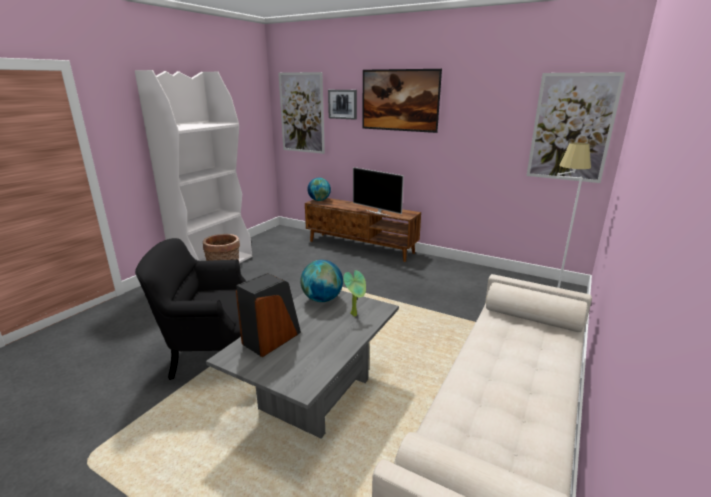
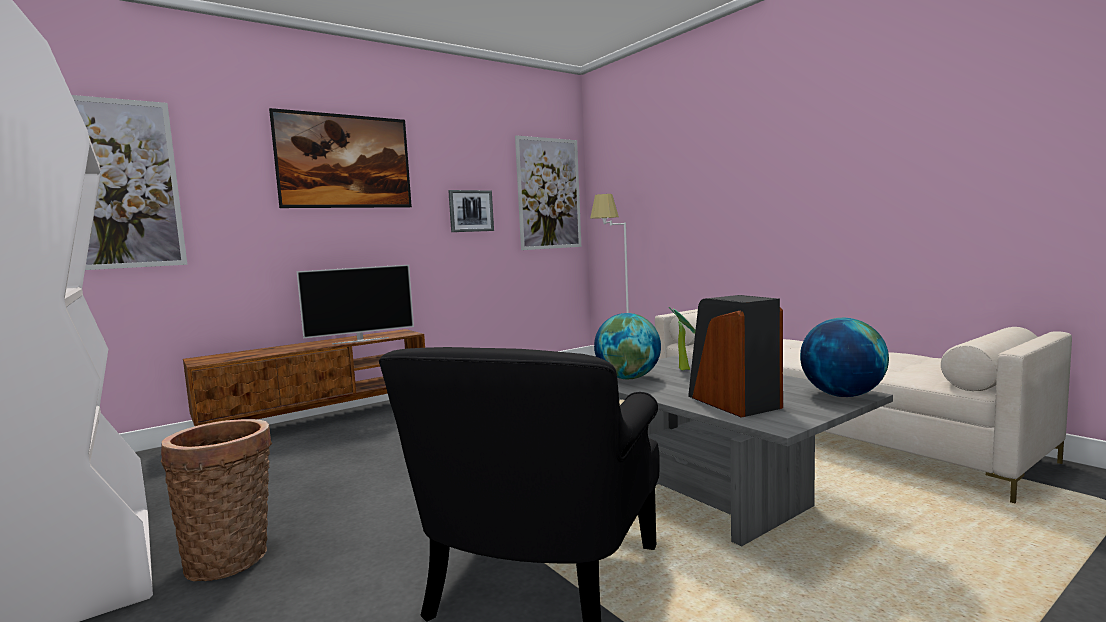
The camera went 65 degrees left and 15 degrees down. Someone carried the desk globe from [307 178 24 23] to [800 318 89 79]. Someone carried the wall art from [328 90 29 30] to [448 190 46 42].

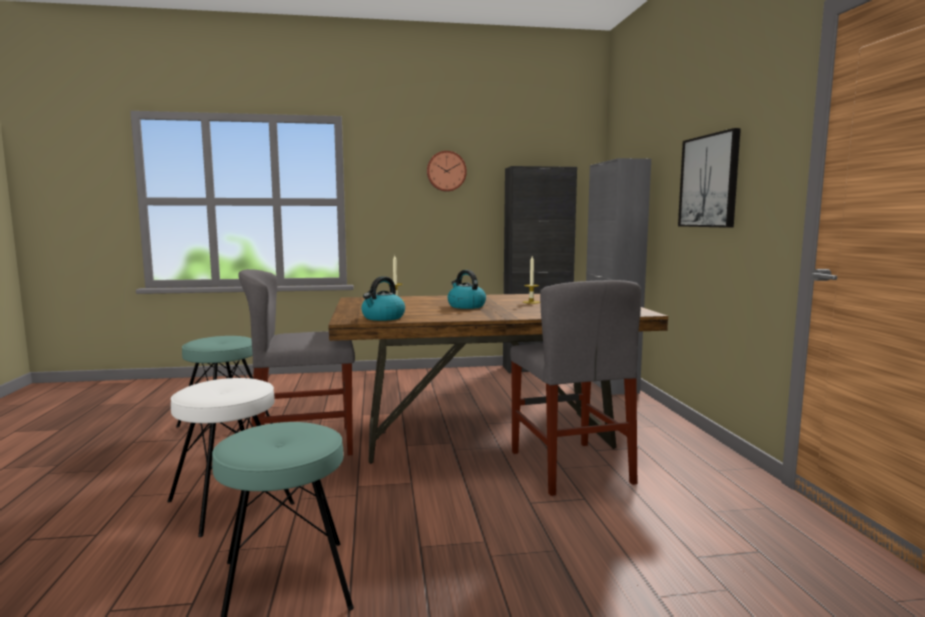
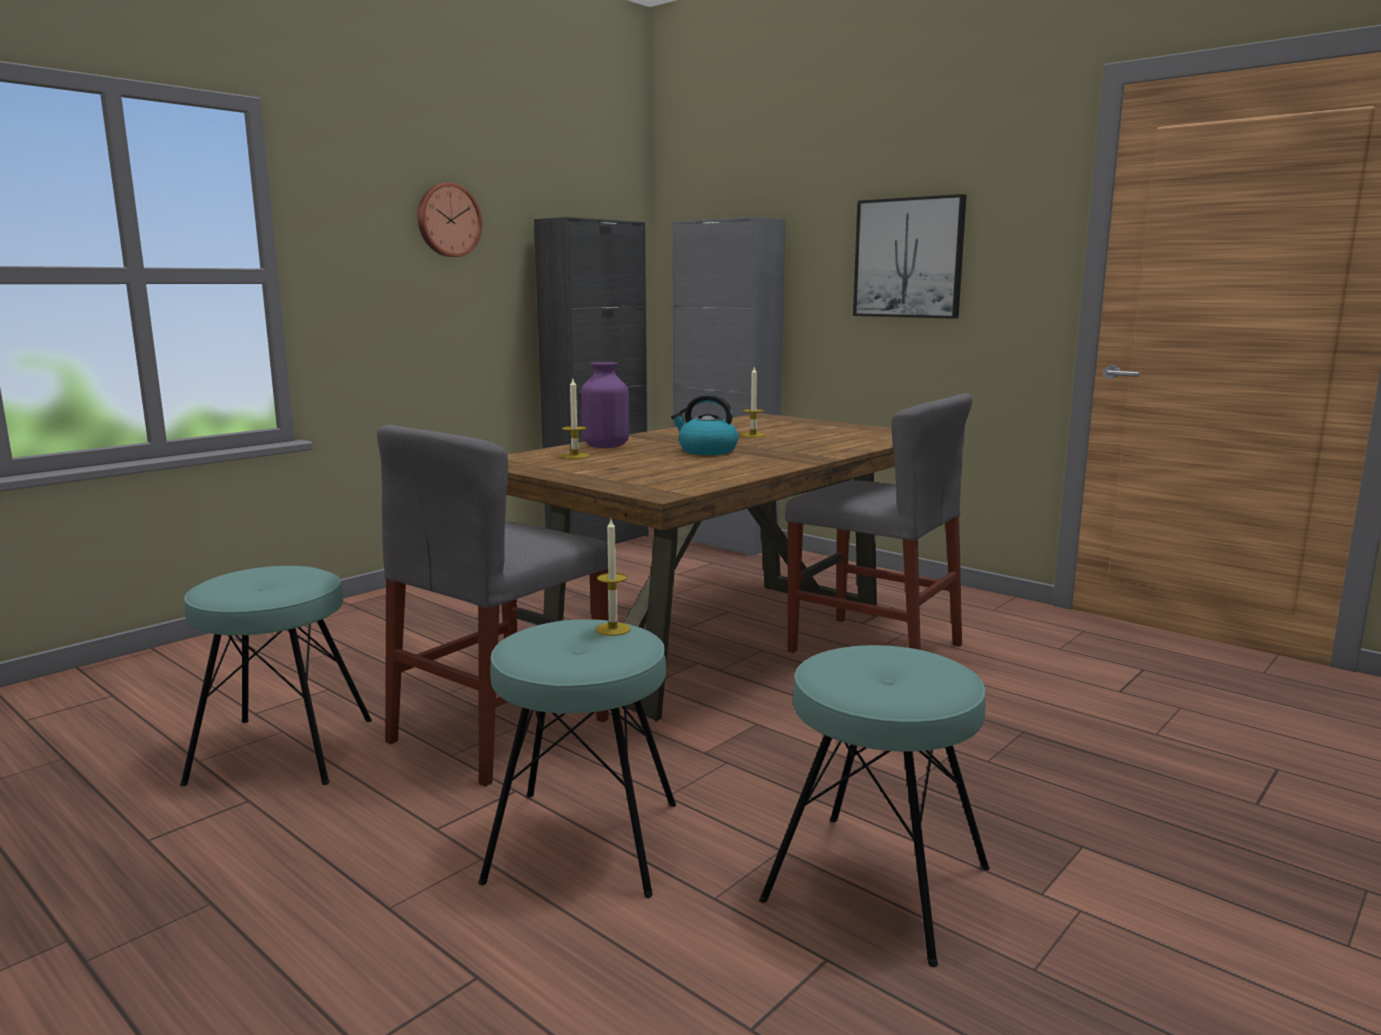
The camera went 40 degrees left and 5 degrees up. Someone took away the water kettle at [361 276 44 45]. Someone put down the decorative vase/purple at [581 362 48 86]. Someone put down the candle at [595 519 36 117]. Someone repainted the stool/white at [167 378 127 159], which became the stool/turquoise at [478 619 198 279].

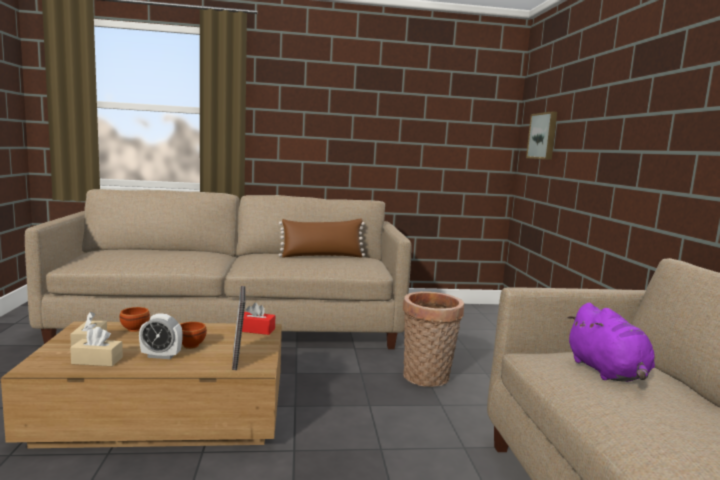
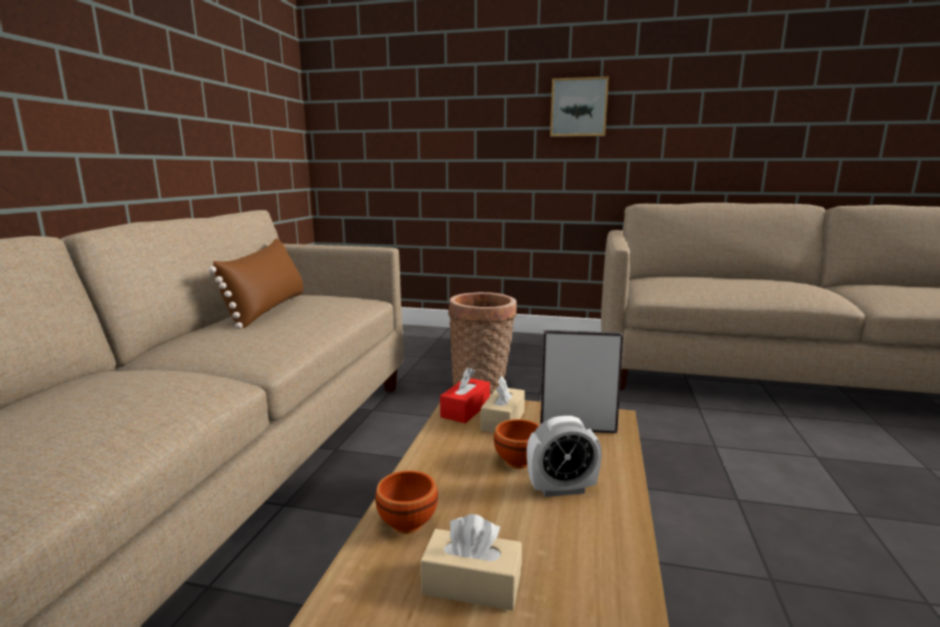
The camera went 70 degrees left and 5 degrees up. Someone took away the plush toy/purple at [567 303 88 79]. Someone carried the tissue holder/sand-coloured from [70 327 53 39] to [481 376 44 57]. Someone carried the wall art from [526 111 31 49] to [550 76 59 61]. Someone rotated the bedside clock at [139 314 44 45] by 60 degrees clockwise.

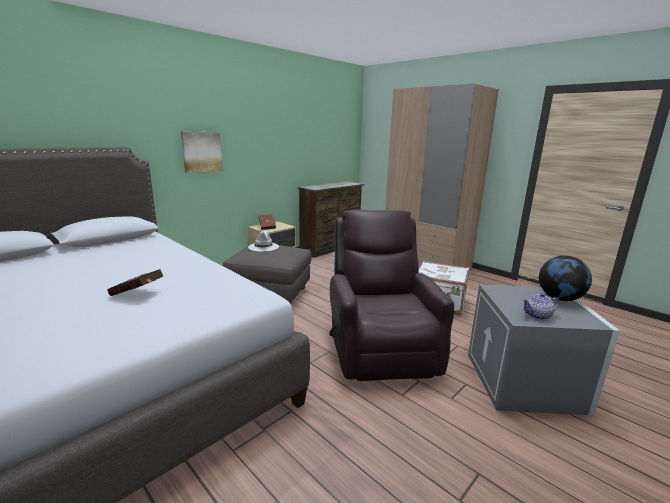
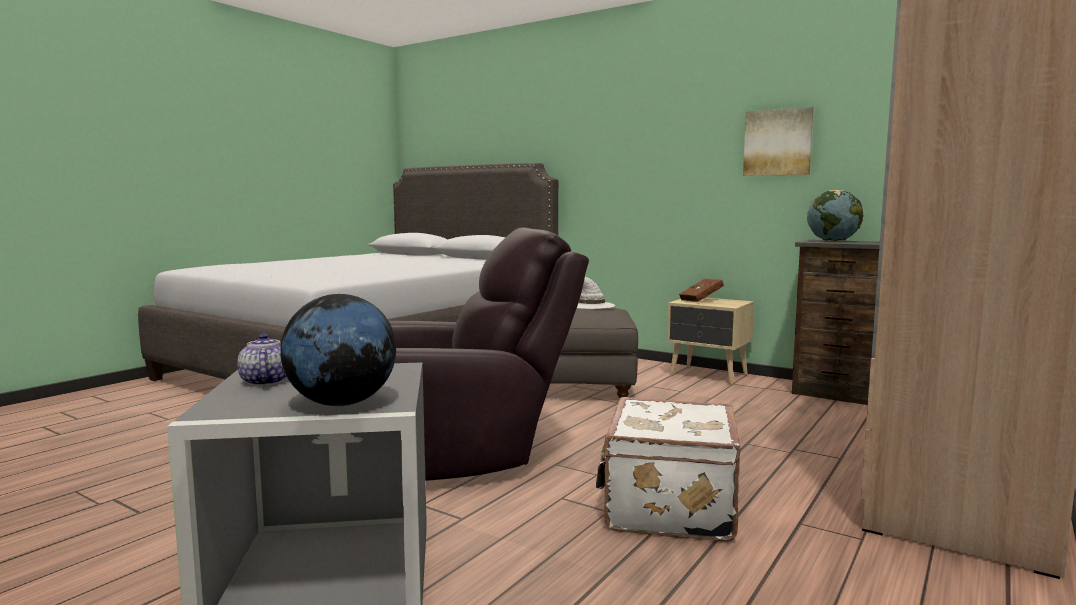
The camera went 80 degrees right and 10 degrees down. Someone took away the book/red-coloured at [107 269 56 27]. Someone put down the desk globe at [807 190 56 52]. Someone carried the wall art from [181 132 42 41] to [743 107 71 69].

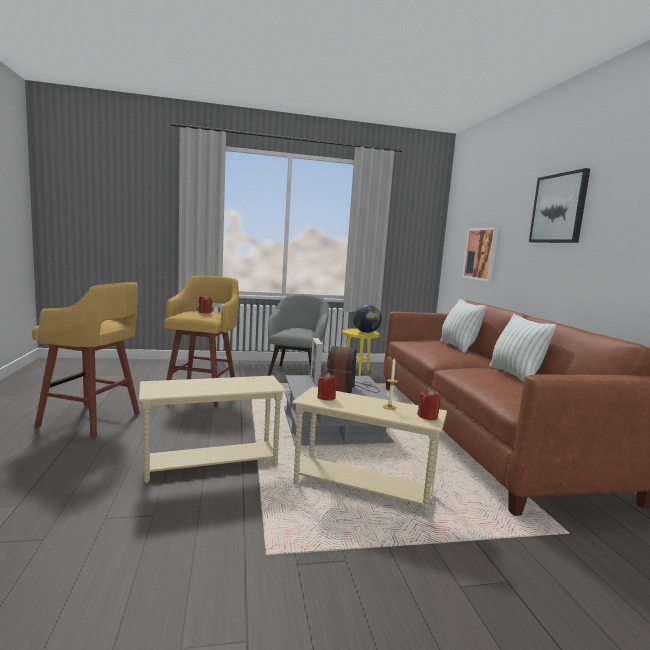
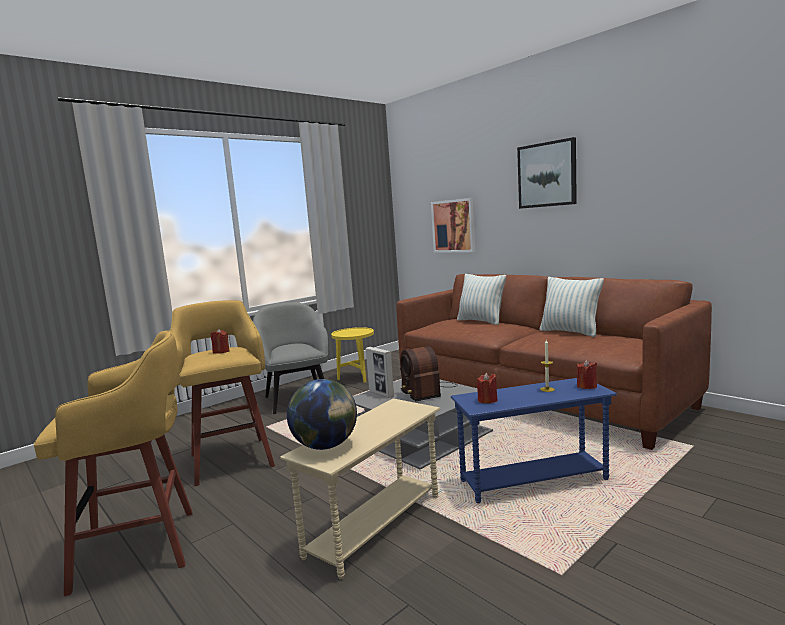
The camera went 30 degrees left and 0 degrees up. Someone carried the desk globe from [353 304 29 29] to [287 379 70 71]. Someone repainted the end table/sand-coloured at [292 387 155 130], which became the end table/bluish at [451 378 166 125].

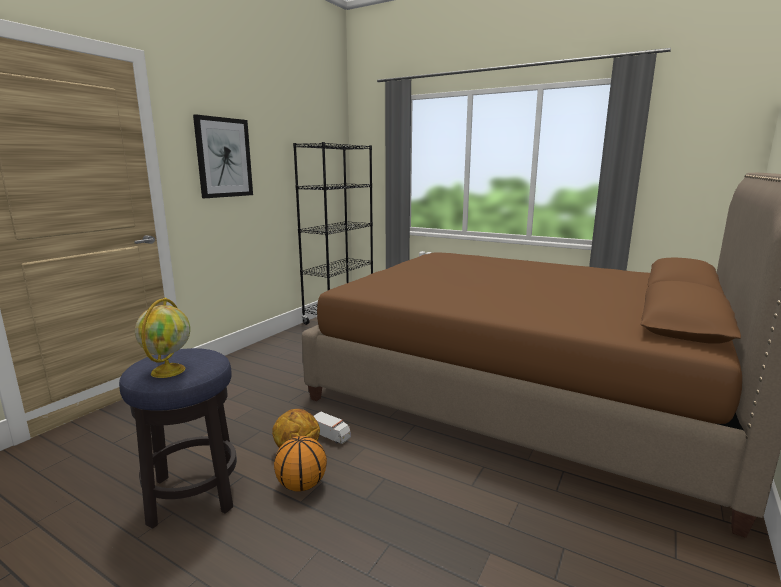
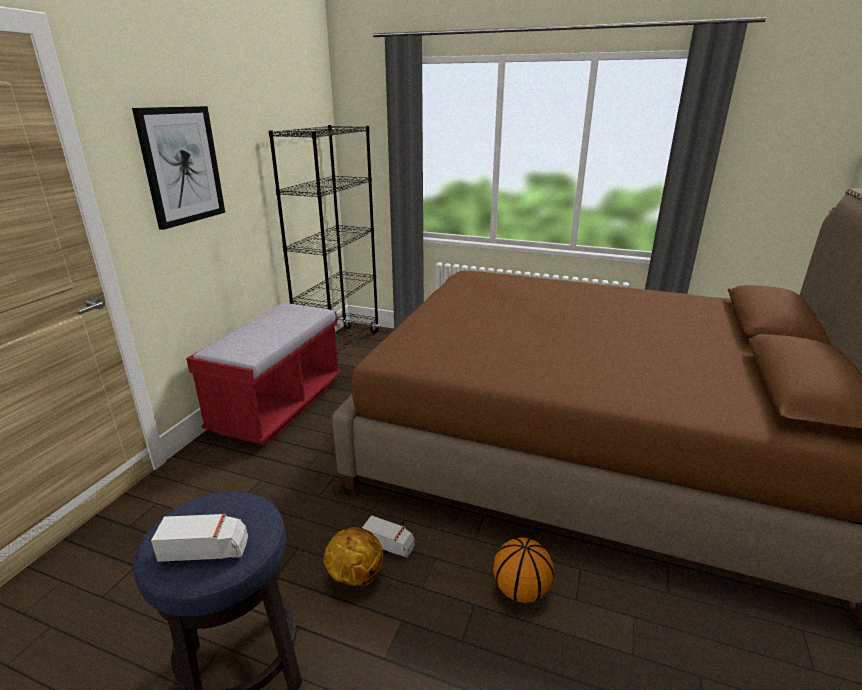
The camera went 10 degrees left and 10 degrees up. Someone put down the bench/red-coloured at [186 303 155 143]. Someone carried the basketball from [274 436 53 55] to [493 537 61 66]. Someone swapped the desk globe at [135 298 55 80] for the model truck at [151 513 97 51].

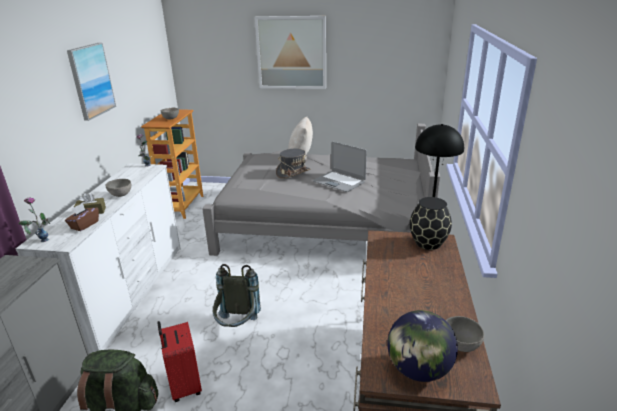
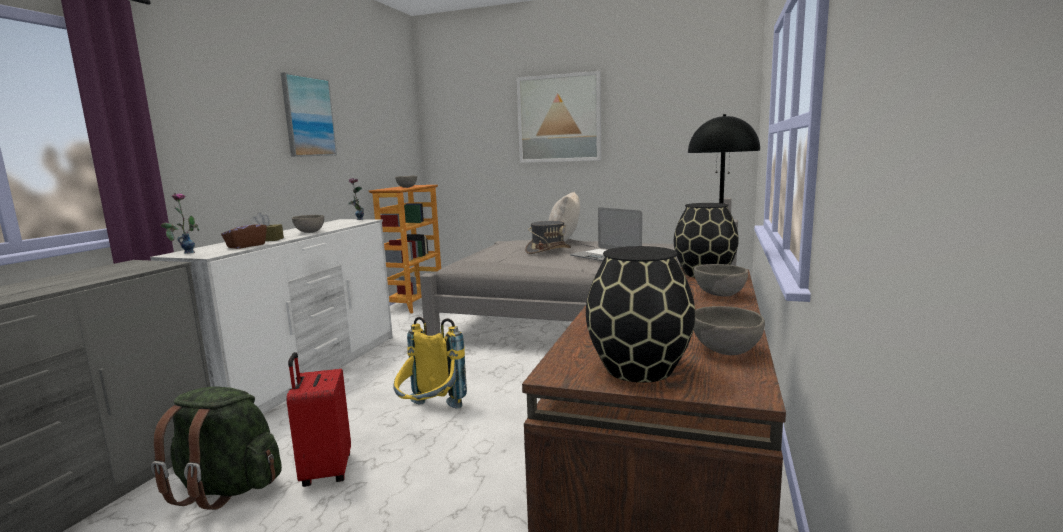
The camera went 10 degrees right and 15 degrees down. Someone put down the deep dish/gray at [694 264 54 33]. Someone swapped the desk globe at [387 310 71 72] for the decorative vase/black-coloured at [586 246 109 137]. Someone repainted the backpack/gray at [213 264 48 63], which became the backpack/yellow at [393 317 74 92].

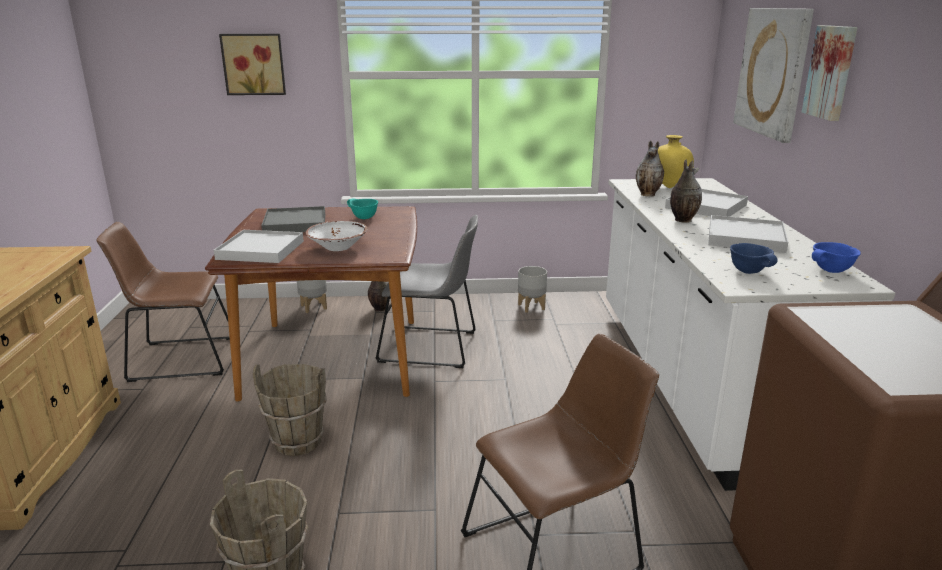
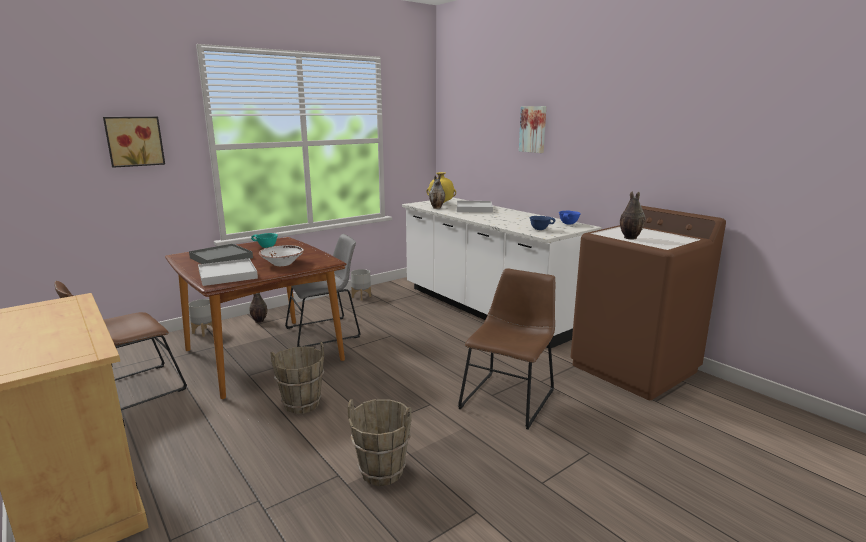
The camera went 35 degrees left and 5 degrees down. Someone took away the serving tray/white at [708 215 80 38]. Someone took away the wall art at [733 8 81 135]. Someone carried the decorative vase from [670 160 32 63] to [620 191 26 48].

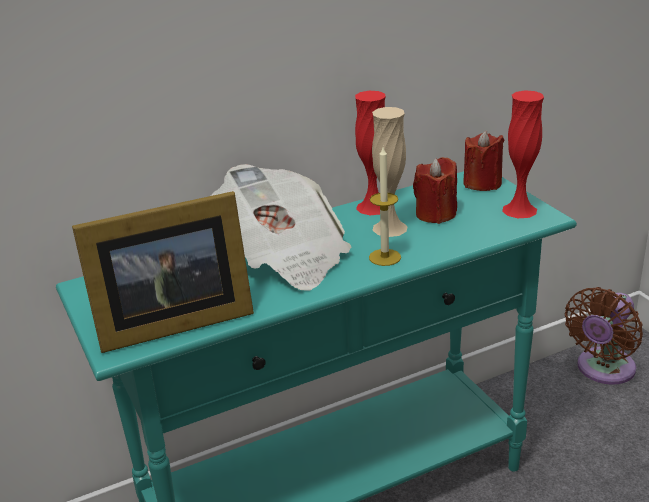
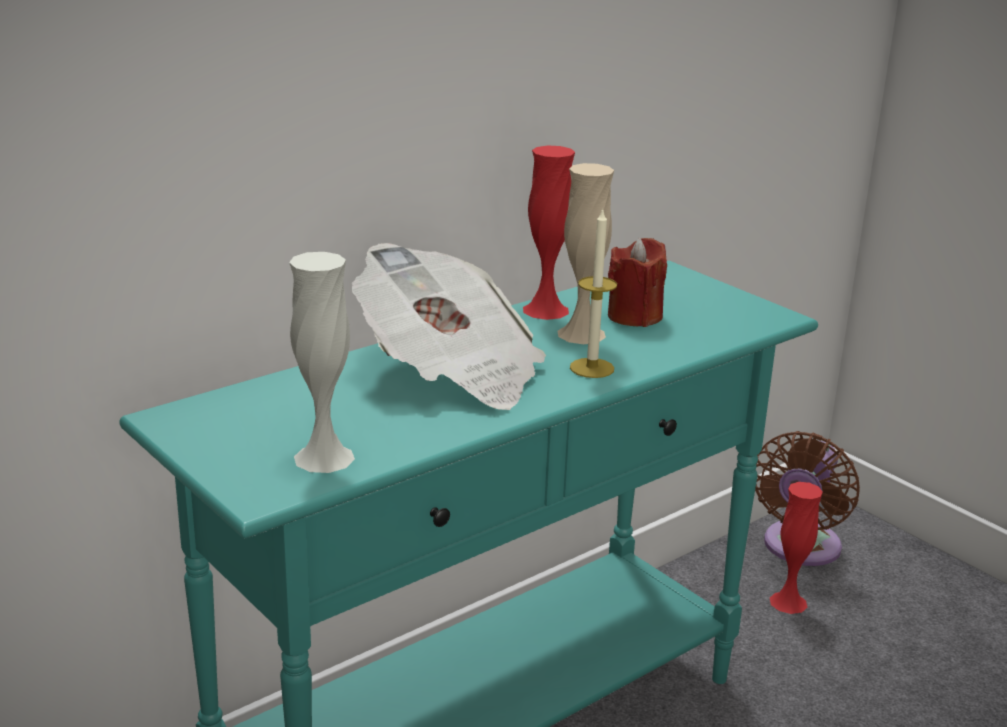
The camera went 15 degrees left and 5 degrees down. Someone took away the candle/red-coloured at [463 130 41 61]. Someone carried the decorative vase/red-coloured from [502 91 42 127] to [770 482 53 132]. Someone swapped the photo frame at [72 191 182 162] for the decorative vase/white at [289 252 66 221].

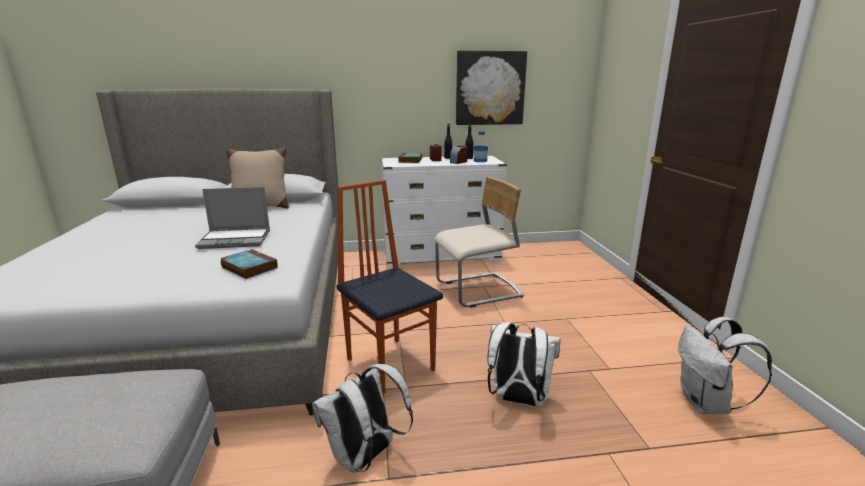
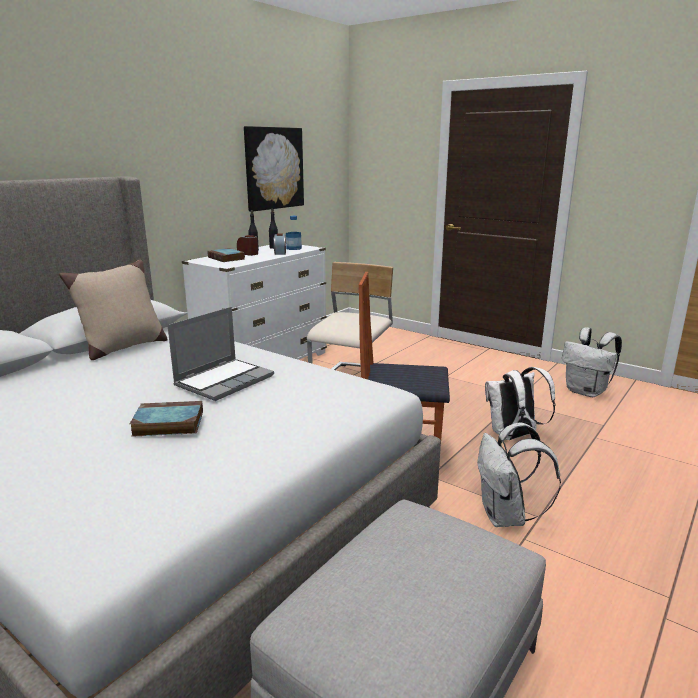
The camera went 45 degrees left and 0 degrees up. Someone carried the book from [220 249 58 30] to [130 401 73 36].

